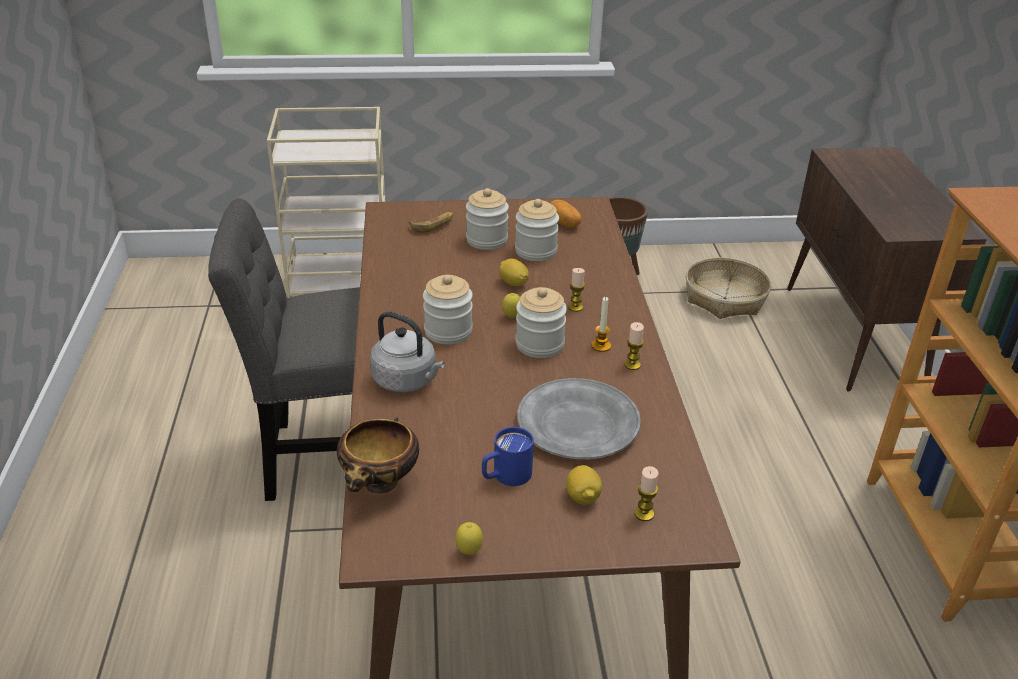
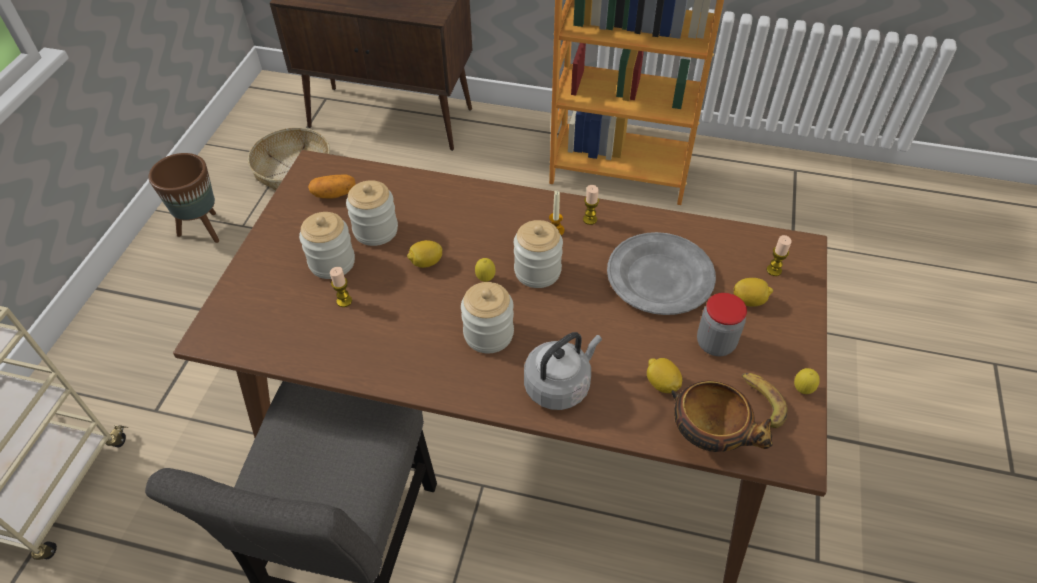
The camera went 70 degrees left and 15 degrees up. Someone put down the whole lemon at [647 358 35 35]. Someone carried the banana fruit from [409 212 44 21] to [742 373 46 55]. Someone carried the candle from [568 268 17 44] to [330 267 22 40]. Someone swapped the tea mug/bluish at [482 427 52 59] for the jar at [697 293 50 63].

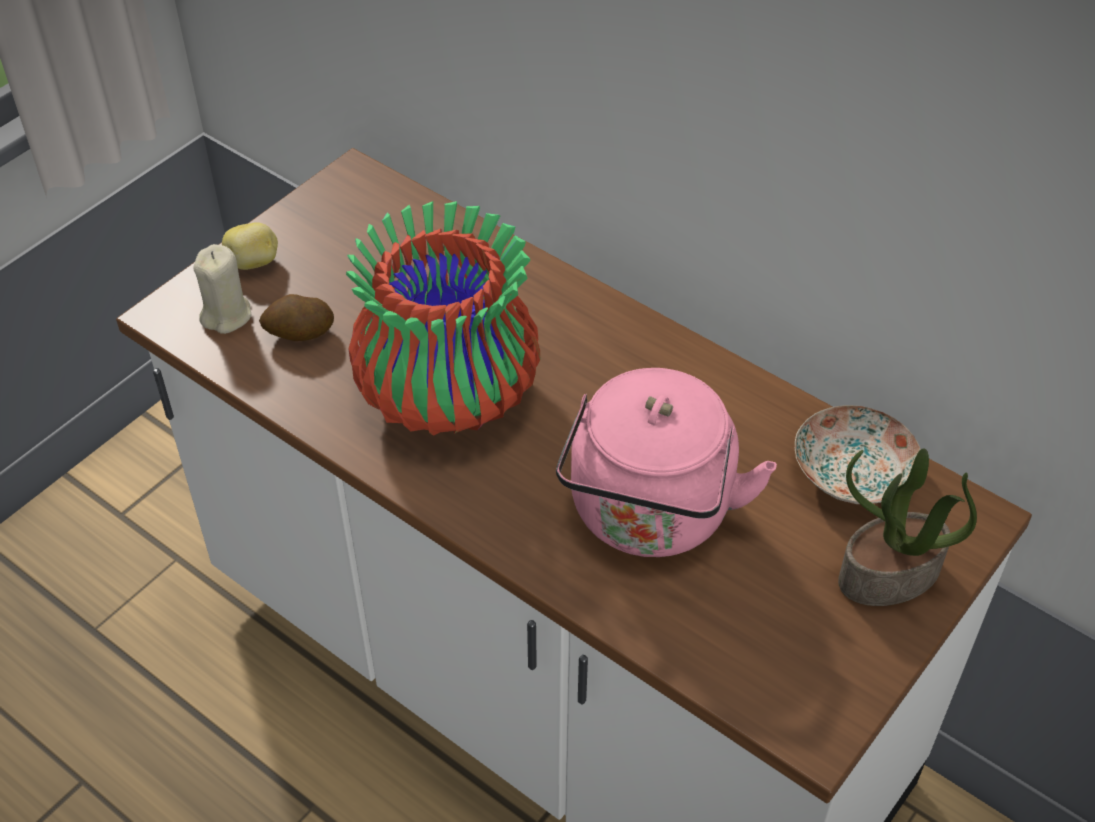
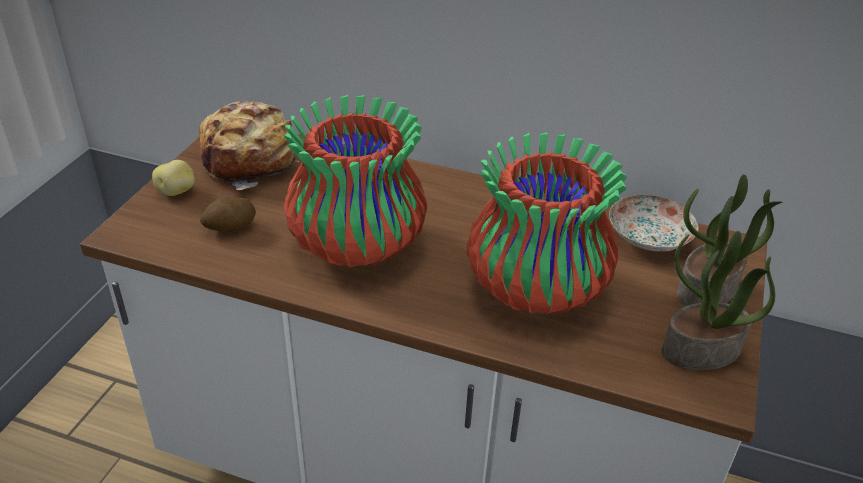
The camera went 20 degrees left and 10 degrees down. Someone took away the candle/sand-coloured at [193 244 58 90]. Someone put down the baked bread at [199 101 101 89]. Someone put down the potted plant at [662 231 113 139]. Someone swapped the water kettle/pinkish at [556 368 221 189] for the decorative vase at [467 132 160 183].

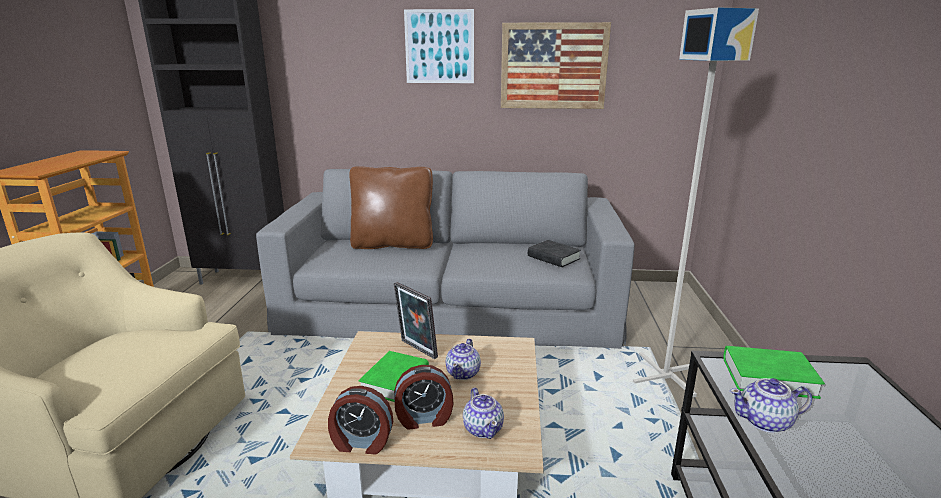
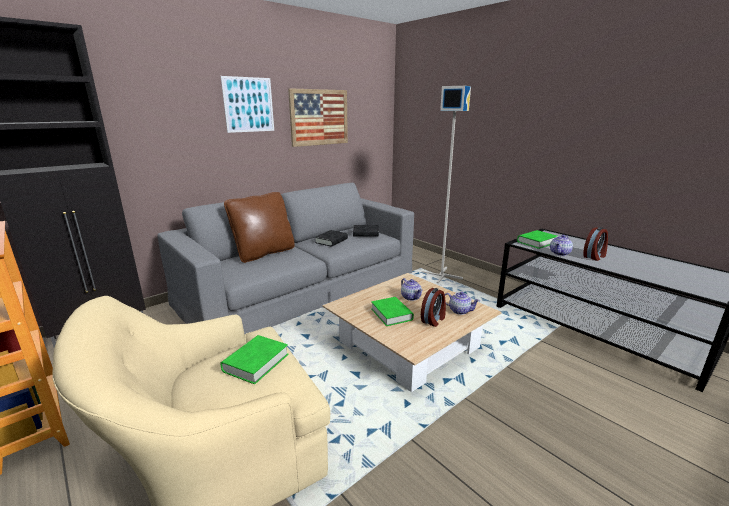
The camera went 45 degrees left and 0 degrees up. Someone took away the photo frame at [394 282 44 77]. Someone put down the book/green at [220 335 68 49]. Someone put down the book/black-coloured at [315 230 33 17]. Someone carried the bedside clock from [328 386 65 69] to [583 227 25 34].

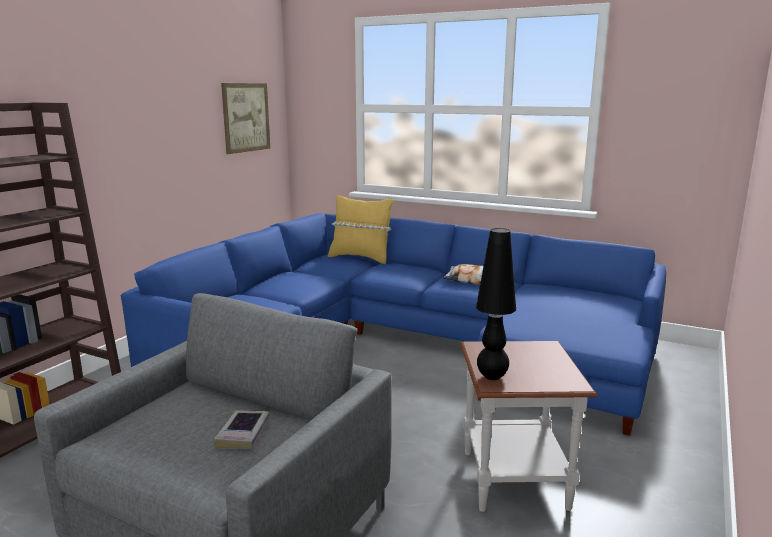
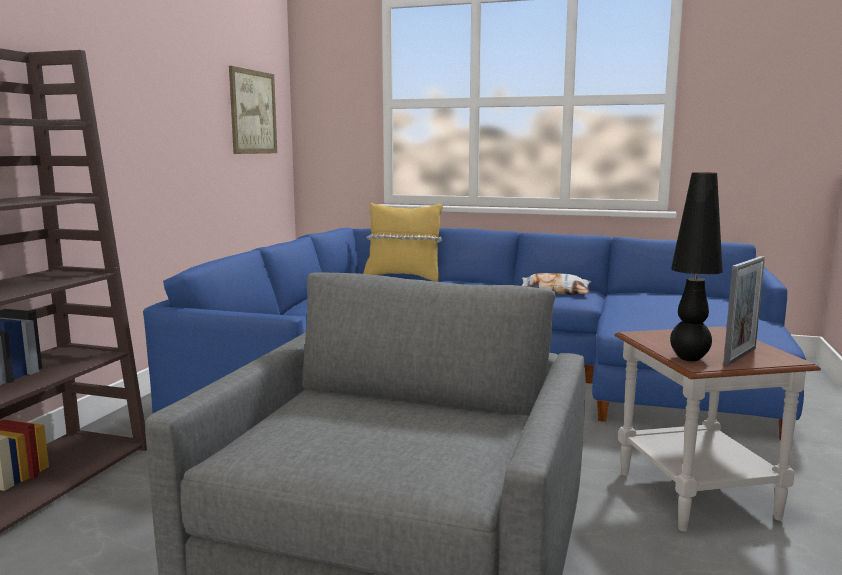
The camera went 10 degrees left and 5 degrees down. Someone took away the book at [214 410 56 39]. Someone put down the photo frame at [723 256 42 110].

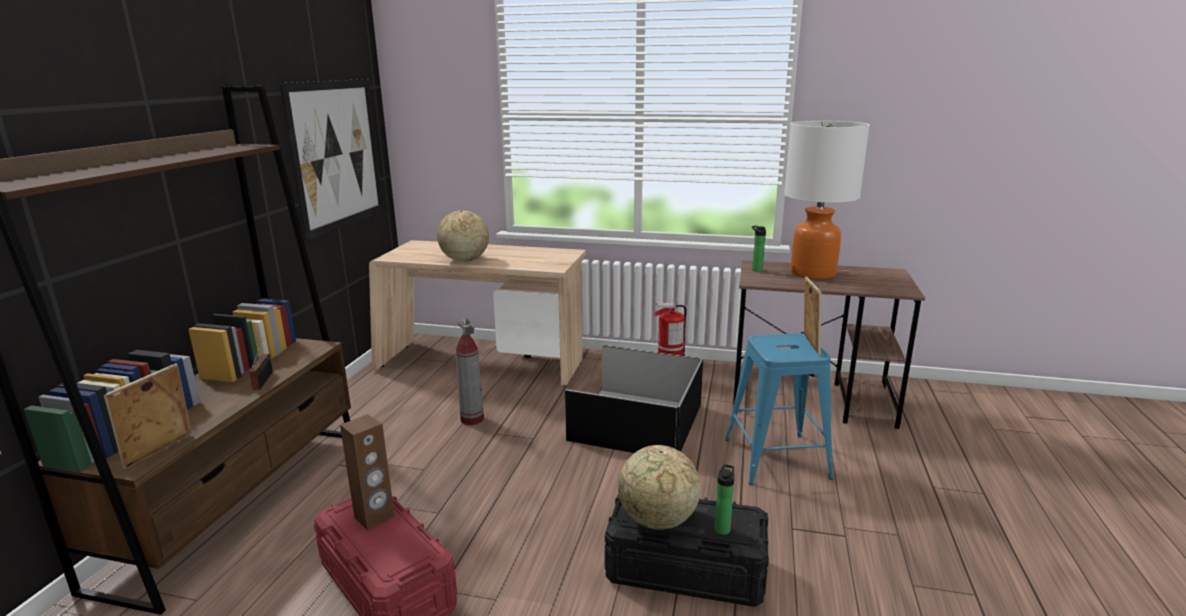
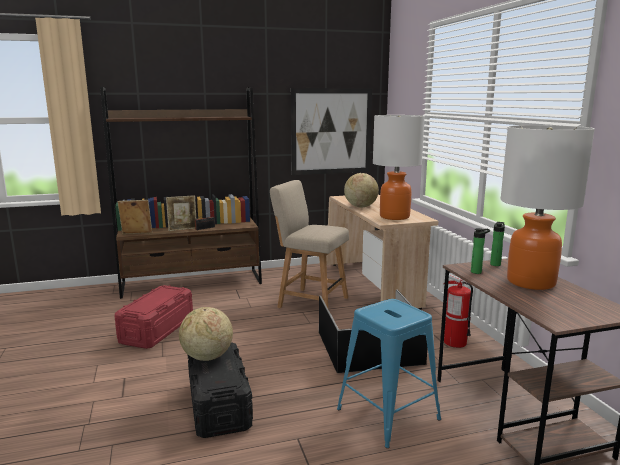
The camera went 60 degrees right and 5 degrees down. Someone took away the loudspeaker/brown at [340 414 55 116]. Someone put down the table lamp at [373 115 52 105]. Someone carried the bottle from [714 464 21 71] to [471 228 19 46]. Someone carried the photo frame from [804 276 18 79] to [166 195 30 36]. Someone swapped the fire extinguisher at [456 317 28 108] for the upright chair/sand-coloured at [270 180 79 128].

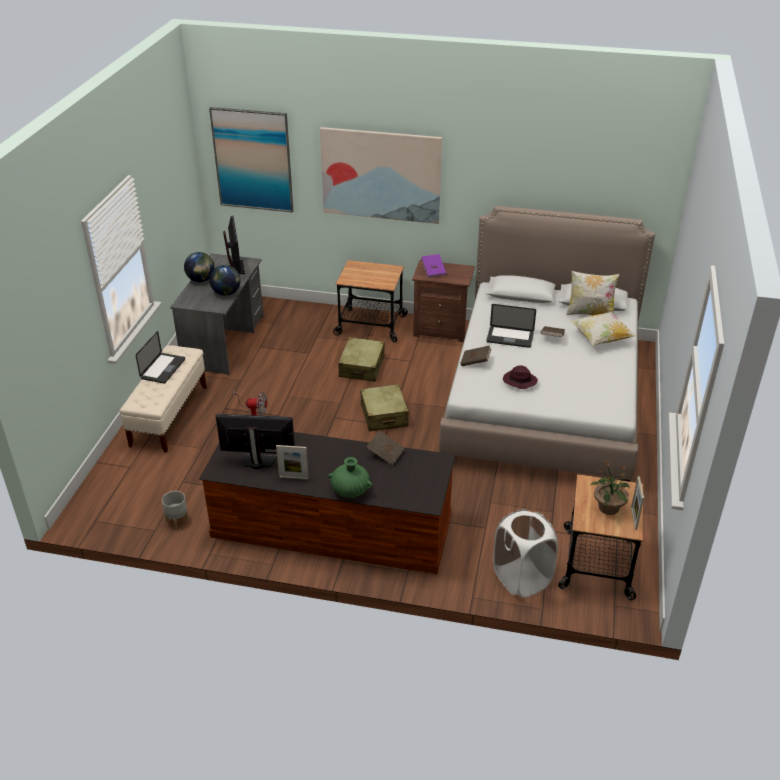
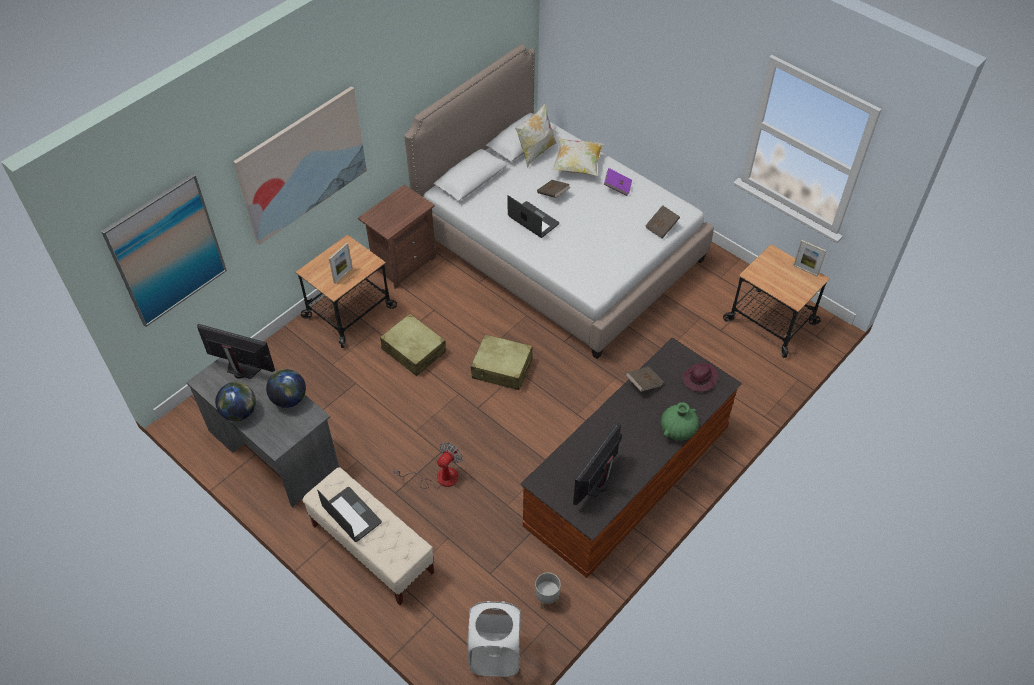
The camera went 60 degrees left and 15 degrees up. Someone took away the potted plant at [590 461 40 54]. Someone carried the photo frame from [276 445 33 35] to [329 243 24 41]. Someone carried the book/purple from [421 254 26 24] to [604 168 28 28]. Someone carried the book/brown from [461 345 30 21] to [645 205 35 34]. Someone carried the hamper/white from [493 509 65 89] to [468 601 53 76]. Someone carried the clothing hat/purple from [503 365 35 24] to [682 363 37 29]. Someone rotated the laptop at [486 304 50 44] by 90 degrees counterclockwise.

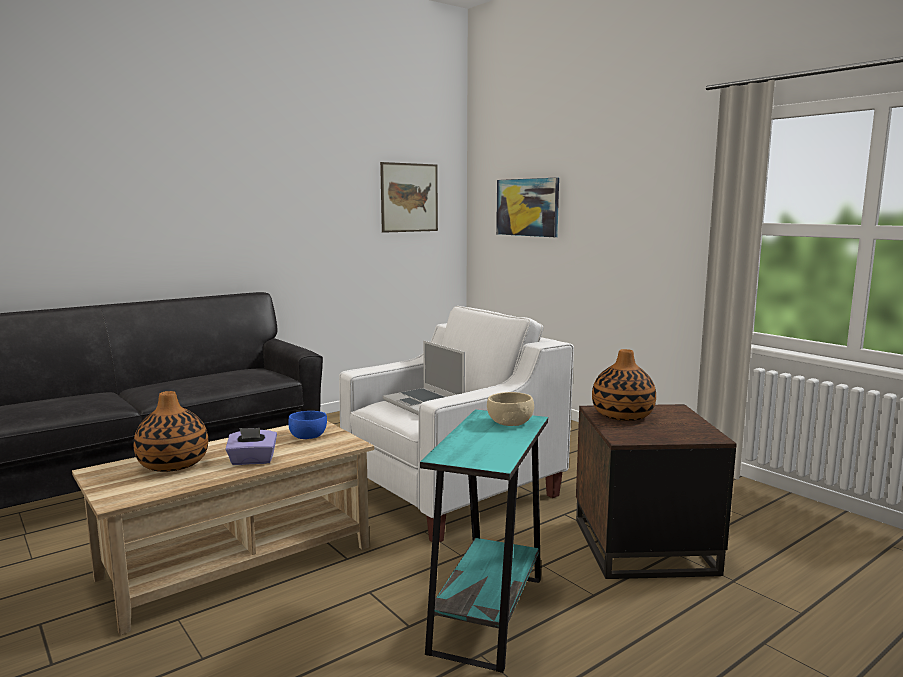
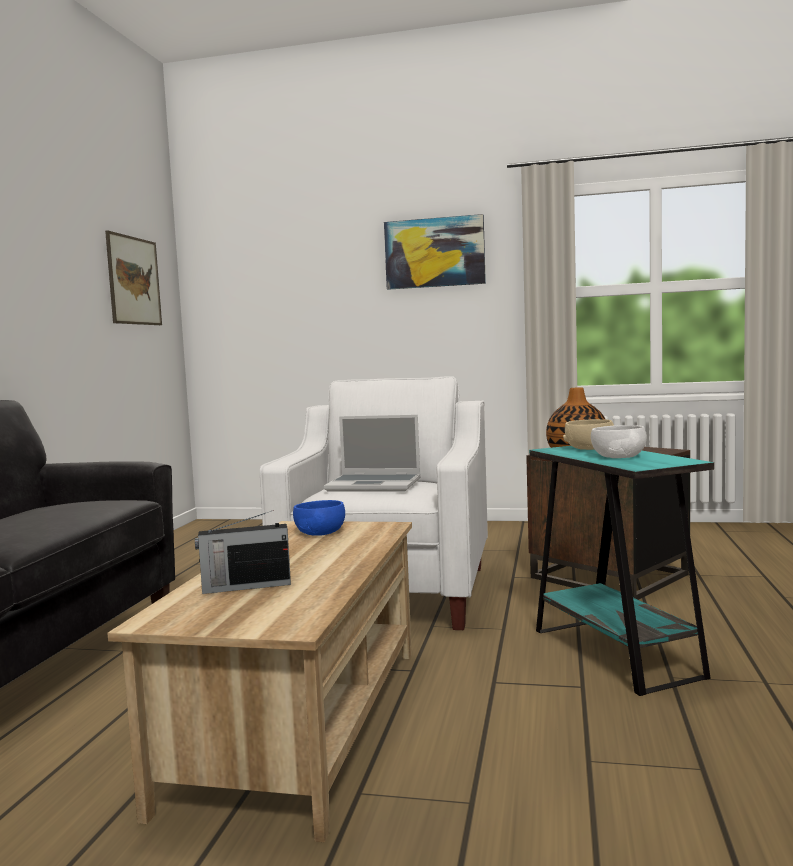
The camera went 40 degrees left and 5 degrees down. Someone took away the tissue holder/purple at [225 428 52 37]. Someone put down the deep dish/white at [591 425 56 33]. Someone carried the wall art from [496 178 63 59] to [384 214 102 76]. Someone swapped the decorative vase at [133 391 75 81] for the radio at [195 510 96 84].

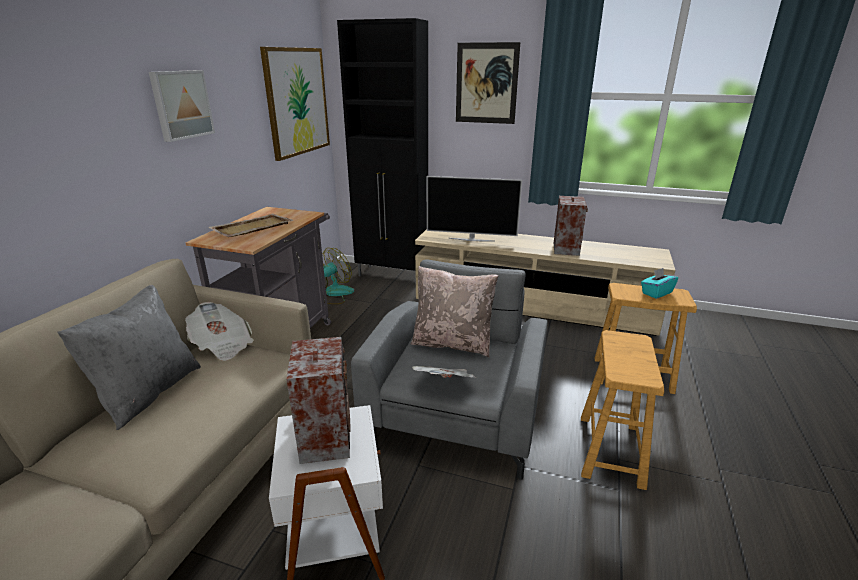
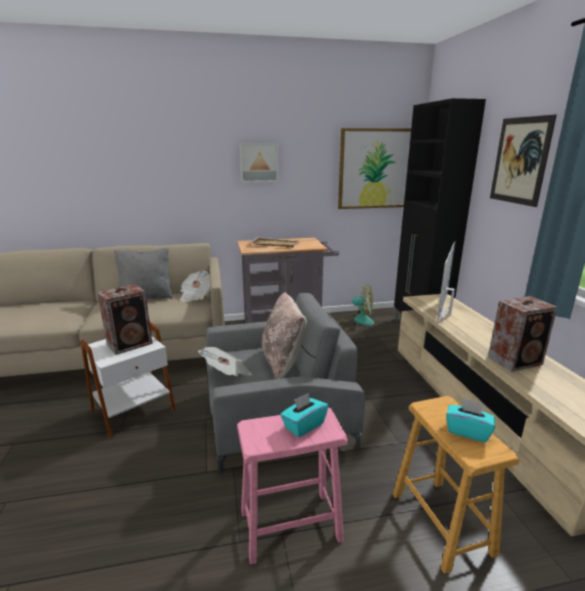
The camera went 60 degrees right and 5 degrees down. Someone put down the tissue holder/turquoise at [280 393 48 45]. Someone repainted the stool/brown at [581 330 83 160], which became the stool/pinkish at [237 408 111 156]. Someone rotated the TV set at [427 176 95 65] by 45 degrees clockwise.

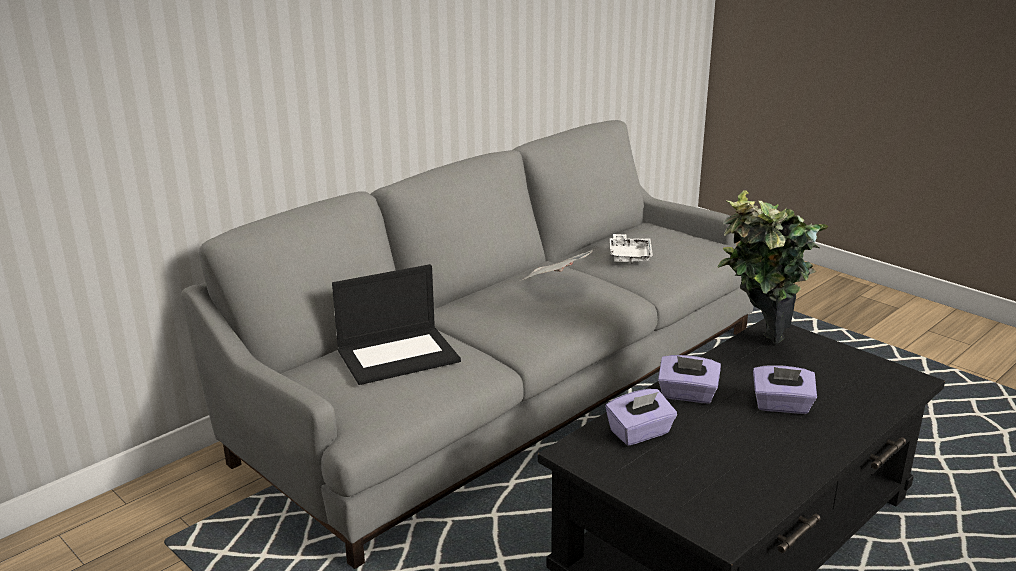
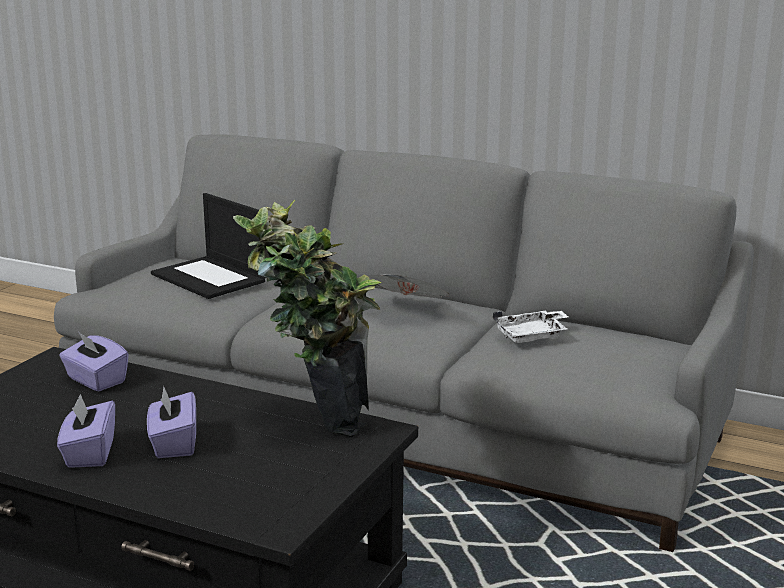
The camera went 70 degrees right and 5 degrees down. Someone carried the tissue holder/purple from [658 355 63 48] to [57 394 58 74].

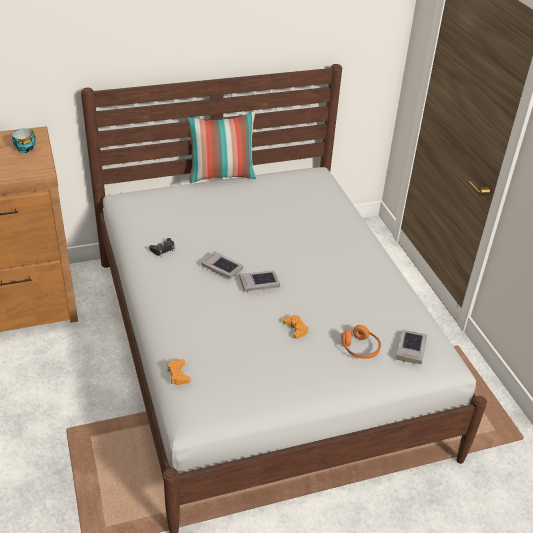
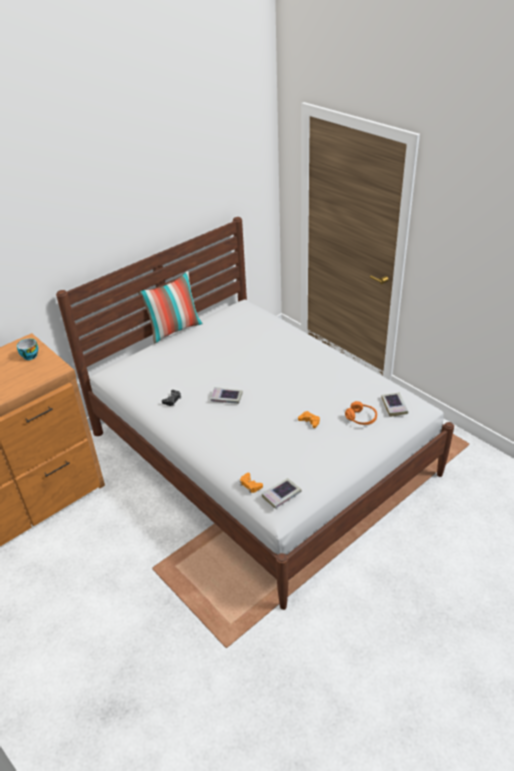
The camera went 20 degrees left and 0 degrees up. Someone carried the book from [240 271 40 21] to [262 478 40 31].

